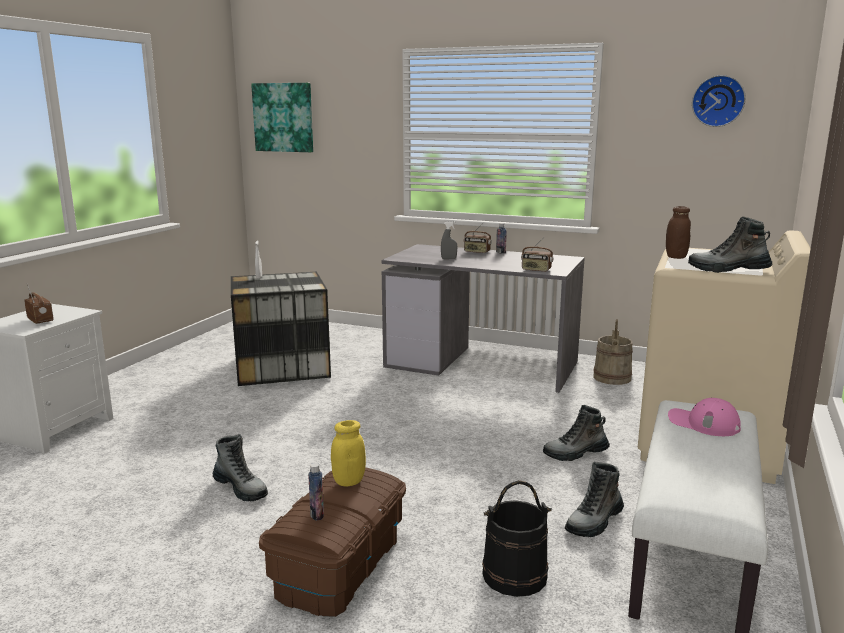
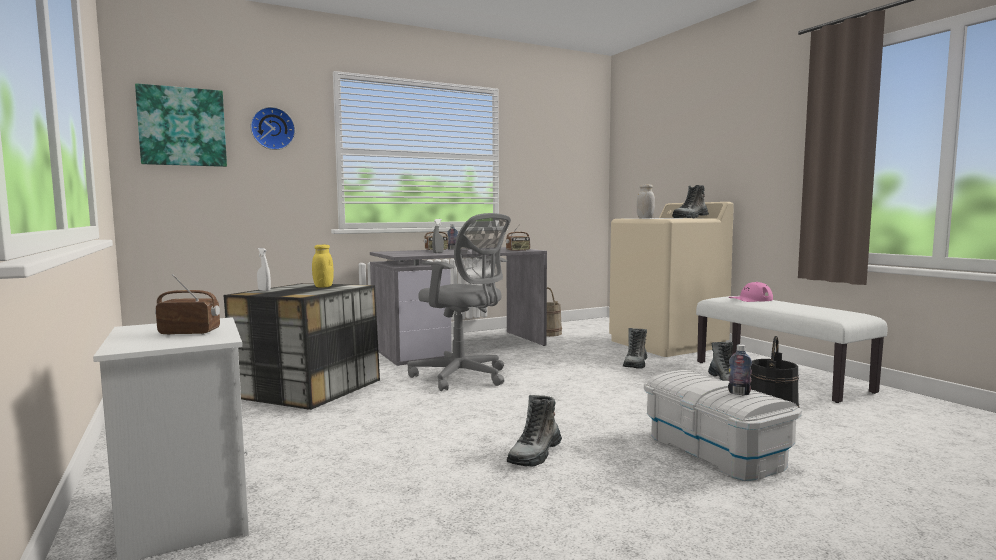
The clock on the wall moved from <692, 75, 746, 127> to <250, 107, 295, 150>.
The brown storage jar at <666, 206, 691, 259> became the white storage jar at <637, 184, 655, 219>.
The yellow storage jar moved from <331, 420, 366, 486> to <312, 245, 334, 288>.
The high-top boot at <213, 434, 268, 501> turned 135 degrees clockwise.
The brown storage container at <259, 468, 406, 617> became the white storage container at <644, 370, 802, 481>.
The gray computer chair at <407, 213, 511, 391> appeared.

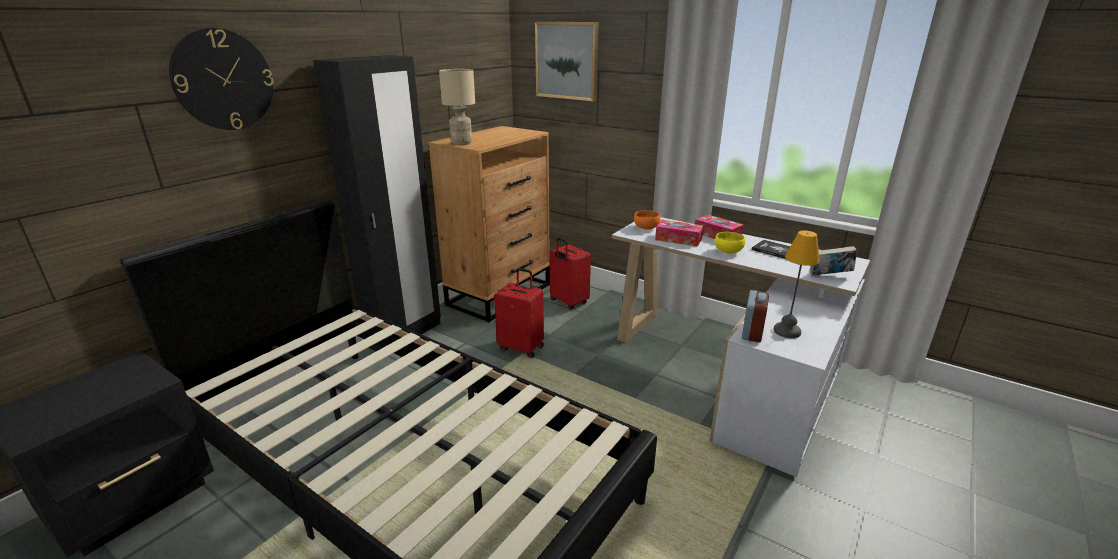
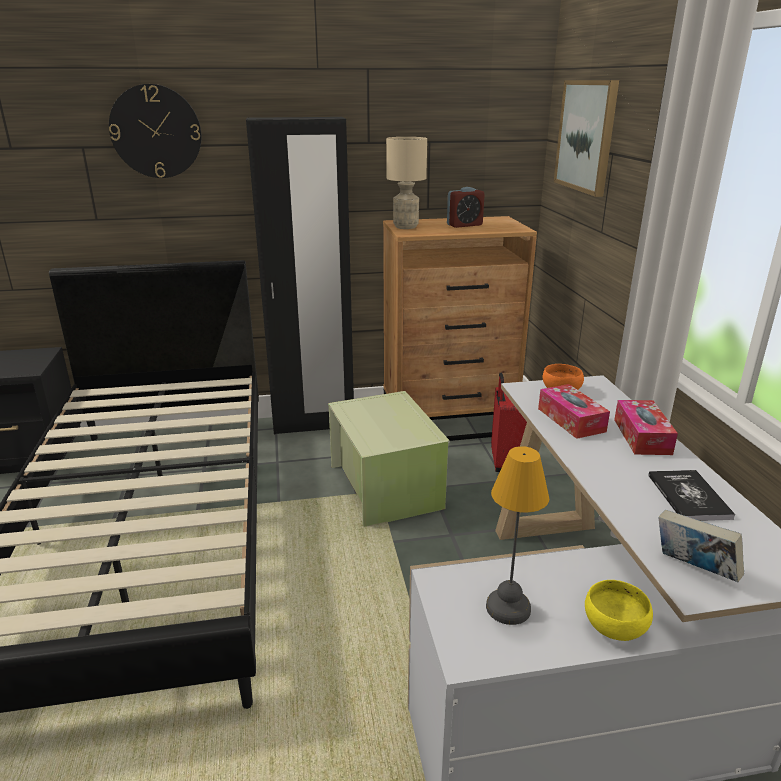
The yellow deep dish moved from <715, 232, 745, 254> to <585, 580, 653, 641>.
The red suitcase at <494, 268, 544, 358> was replaced by the green storage container at <328, 391, 450, 527>.
The alarm clock moved from <742, 290, 769, 343> to <447, 187, 485, 228>.

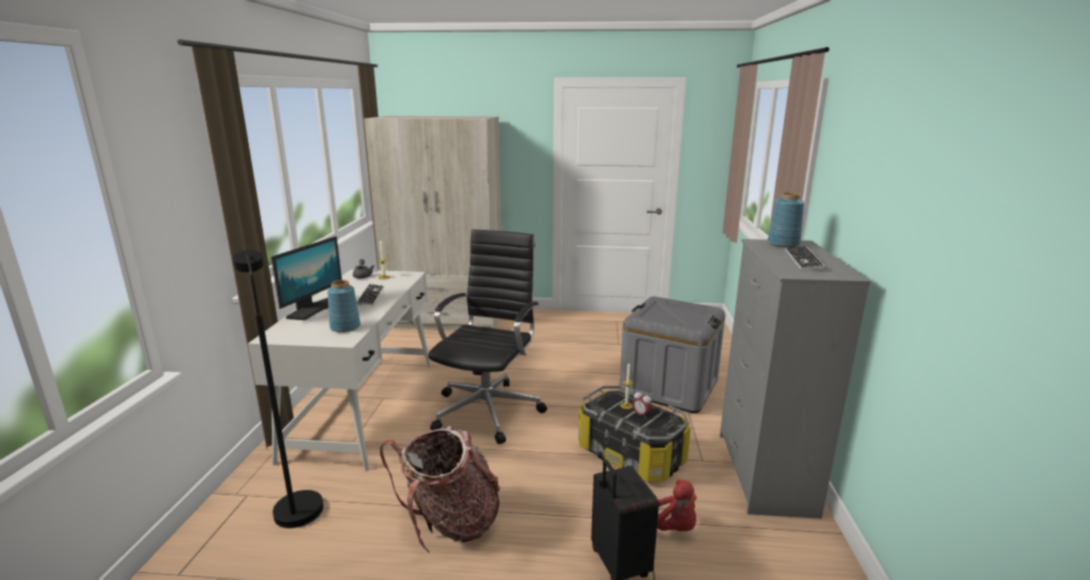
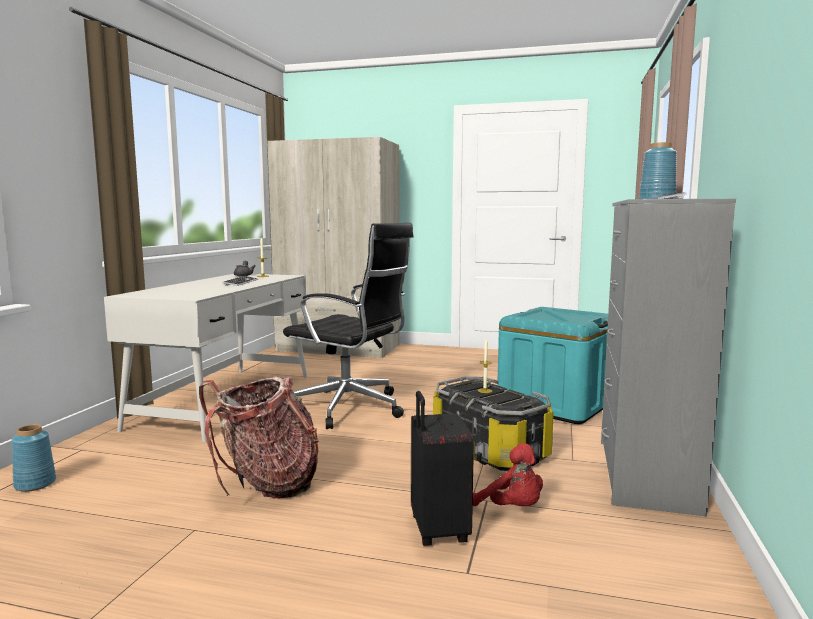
The black-coloured computer chair at <428, 229, 547, 444> turned 90 degrees clockwise.
The computer display at <271, 236, 342, 320> disappeared.
The black-coloured standard lamp at <233, 250, 323, 528> disappeared.
The bluish flower vase moved from <327, 280, 360, 332> to <11, 424, 56, 492>.
The gray storage container at <619, 296, 725, 413> became the turquoise-coloured storage container at <497, 307, 608, 424>.
The alarm clock at <632, 391, 652, 419> disappeared.

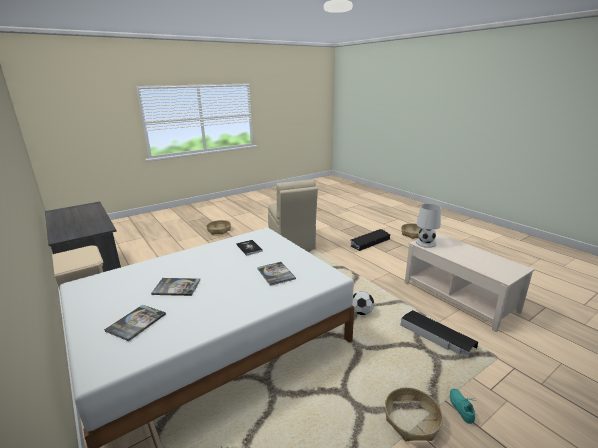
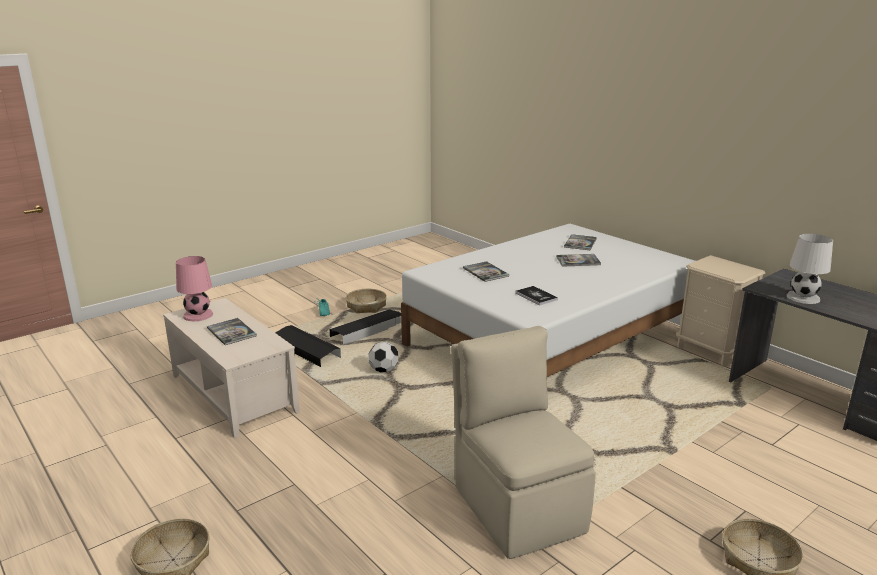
The white lamp for a table moved from <416, 204, 441, 248> to <787, 234, 833, 304>.
The black-coloured storage container moved from <351, 229, 390, 251> to <330, 309, 401, 345>.
The pink-coloured lamp for a table at <176, 256, 213, 321> appeared.
The volume at <207, 318, 257, 345> appeared.

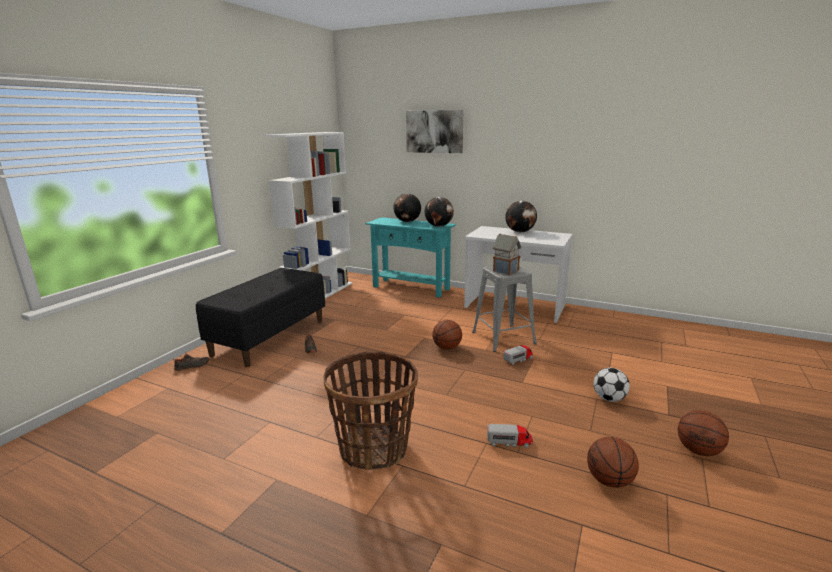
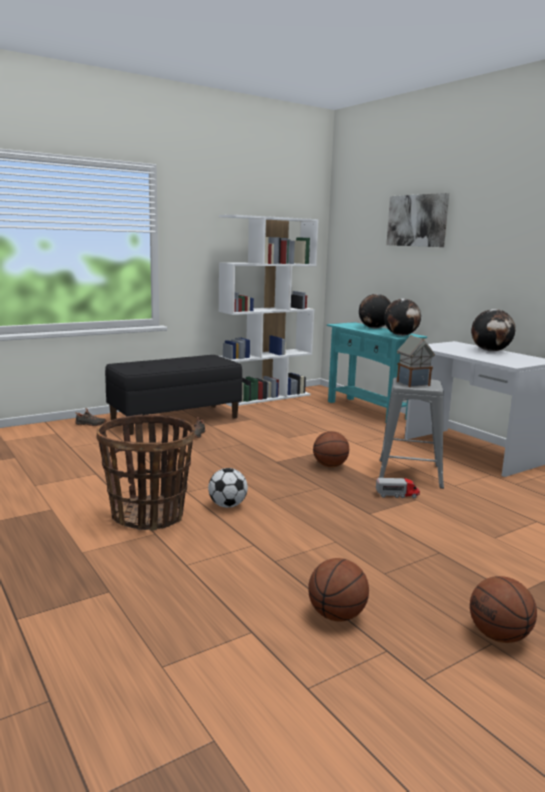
The football ball moved from <593, 368, 630, 402> to <208, 468, 248, 508>.
The toy truck at <487, 424, 533, 448> disappeared.

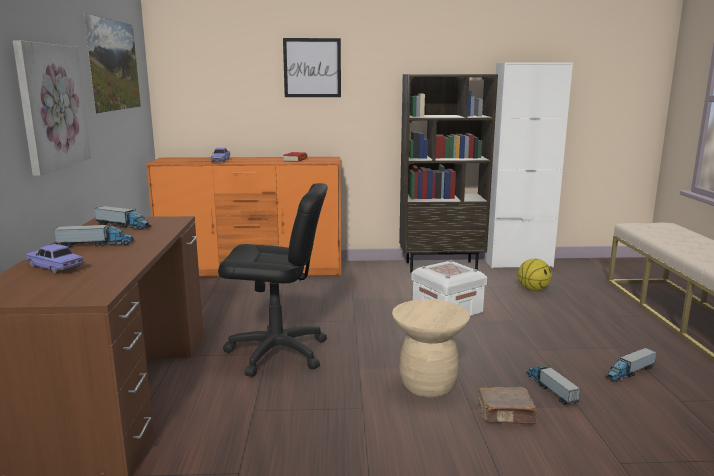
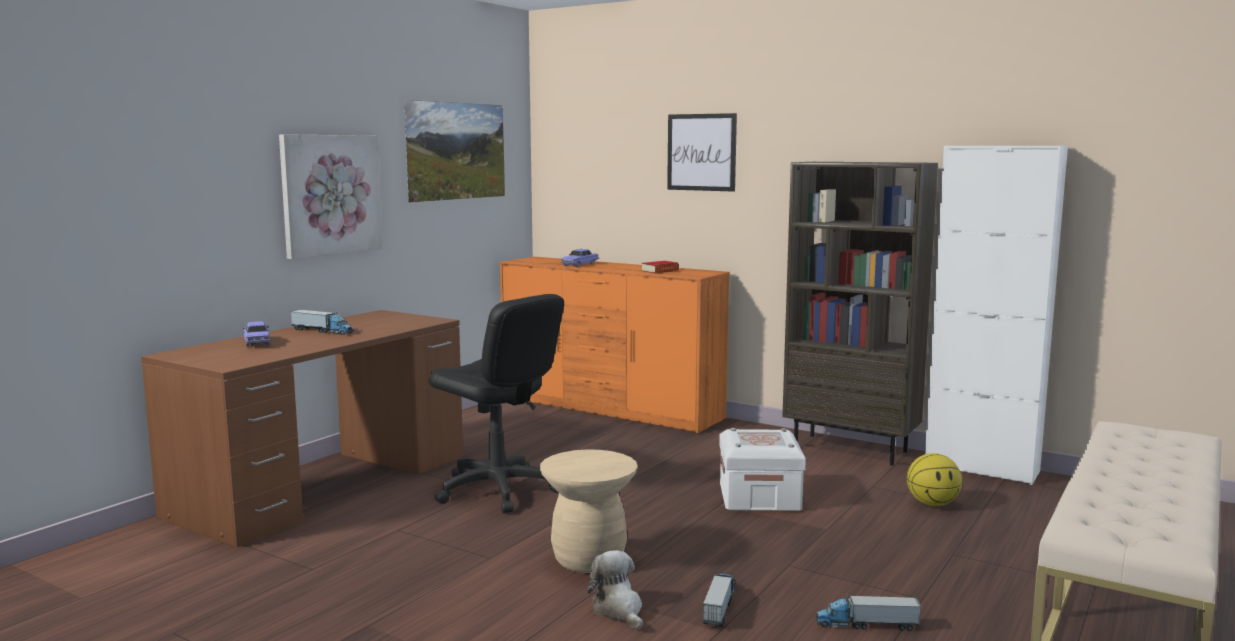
The toy truck at <94, 206, 151, 230> disappeared.
The brown volume at <478, 387, 538, 424> was replaced by the cuddly toy at <588, 550, 643, 629>.

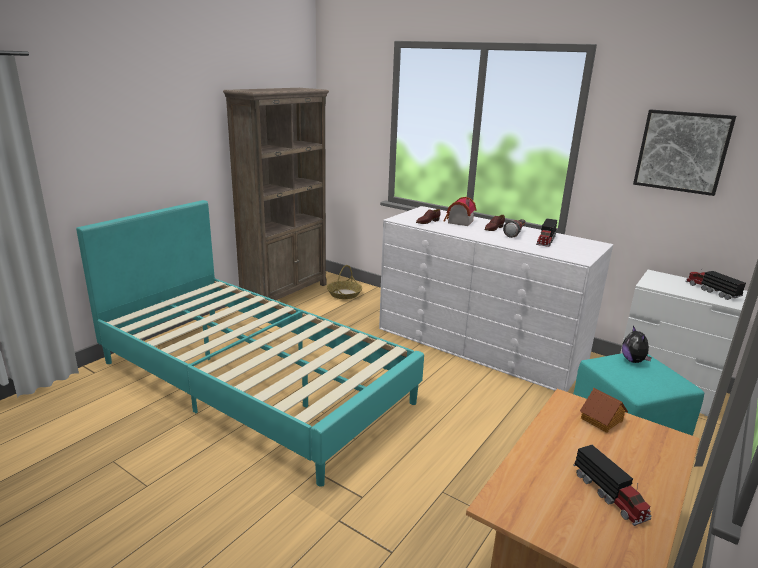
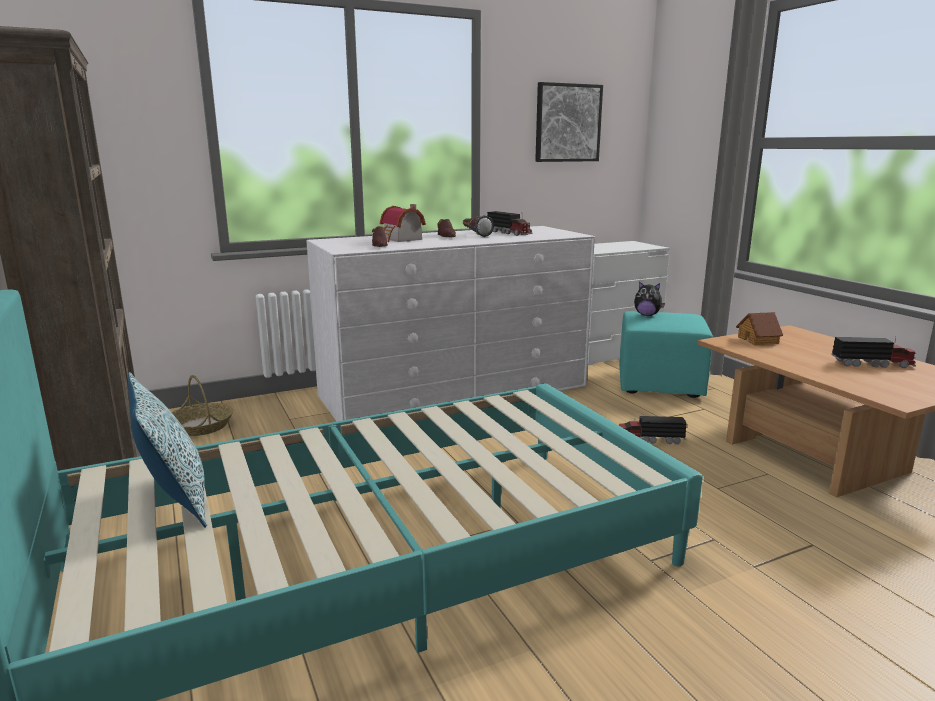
The toy truck moved from <685, 268, 746, 300> to <619, 416, 687, 444>.
The throw pillow at <128, 372, 207, 528> appeared.

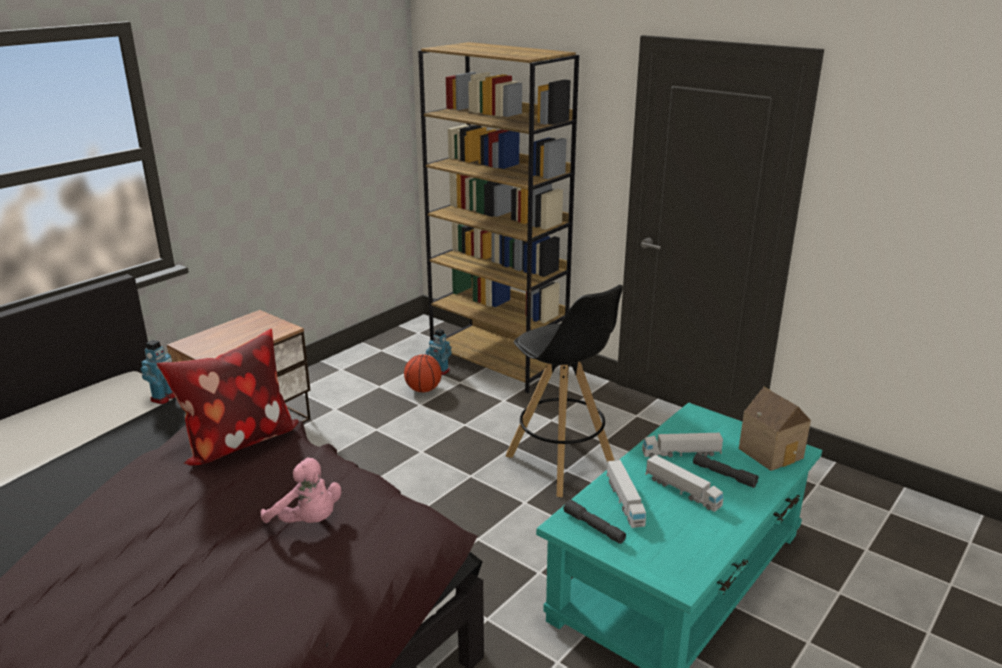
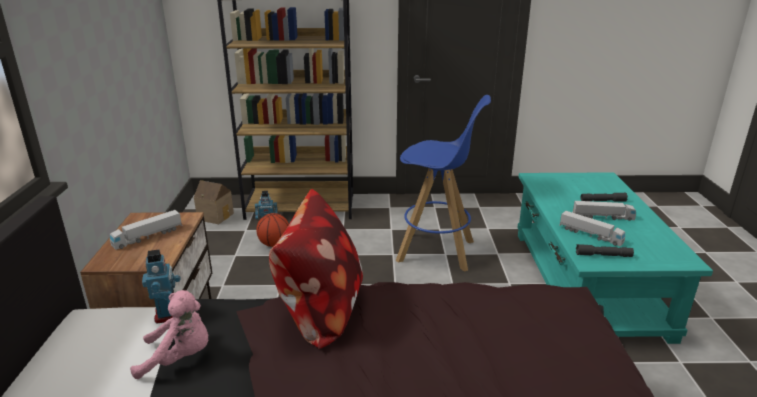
The black-coloured stool seat at <506, 285, 623, 497> became the bluish stool seat at <396, 95, 491, 272>.
The toy house moved from <739, 387, 811, 471> to <194, 180, 234, 224>.
The toy truck moved from <642, 433, 723, 458> to <110, 210, 183, 250>.
The pink-coloured cuddly toy moved from <261, 458, 341, 523> to <130, 290, 208, 379>.

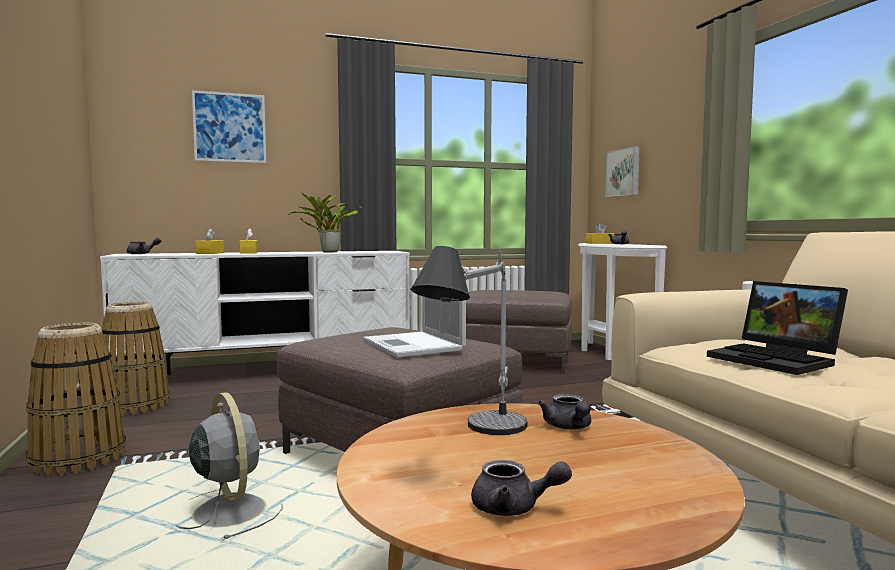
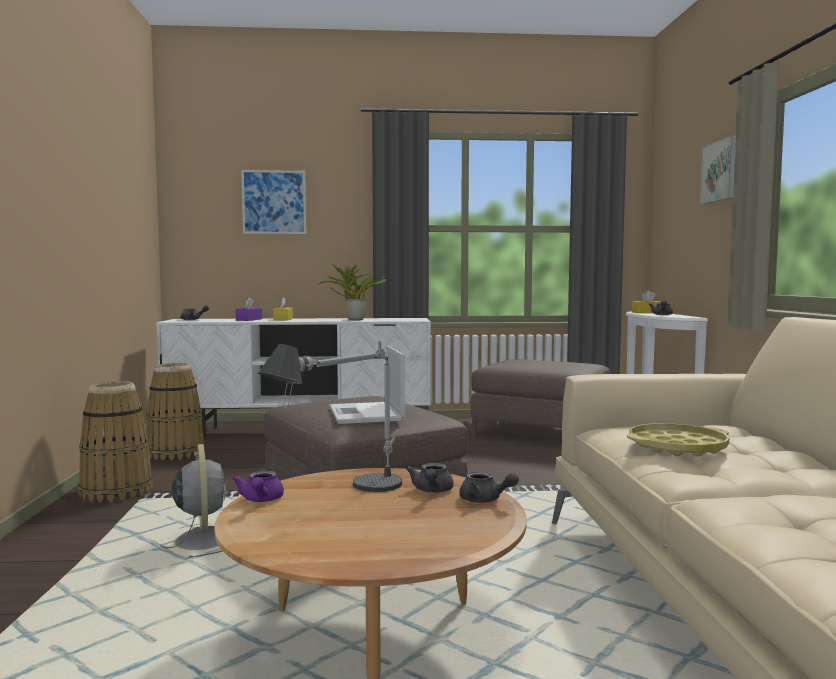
The wall art moved from <605, 146, 640, 197> to <700, 135, 736, 204>.
The yellow tissue box at <195, 228, 224, 254> became the purple-coloured tissue box at <235, 297, 262, 321>.
The notebook computer at <707, 281, 848, 375> was replaced by the yellow carrying tray at <627, 423, 729, 456>.
The gray teapot moved from <471, 460, 572, 516> to <459, 471, 519, 503>.
The purple-coloured teapot at <232, 470, 284, 502> appeared.

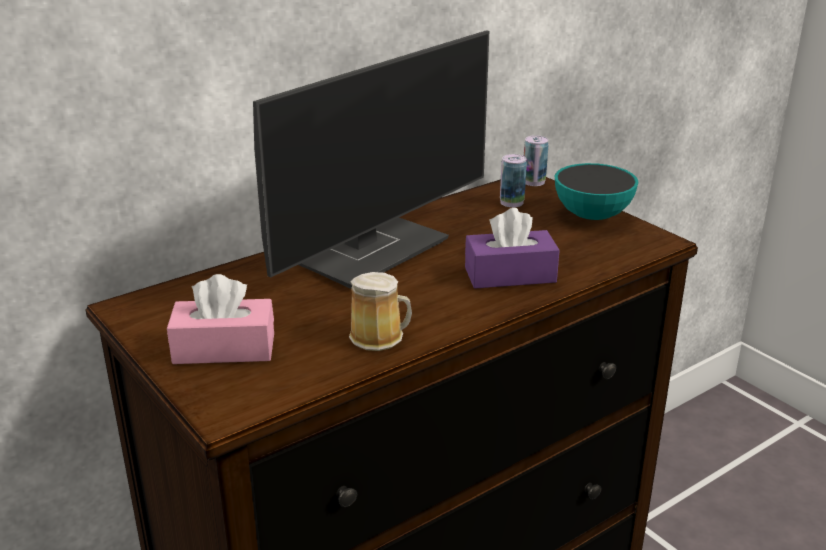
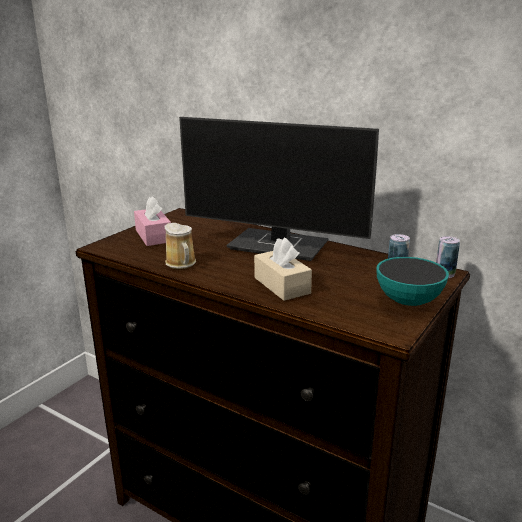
The purple-coloured tissue box at <465, 208, 560, 289> became the beige-coloured tissue box at <254, 238, 312, 301>.

